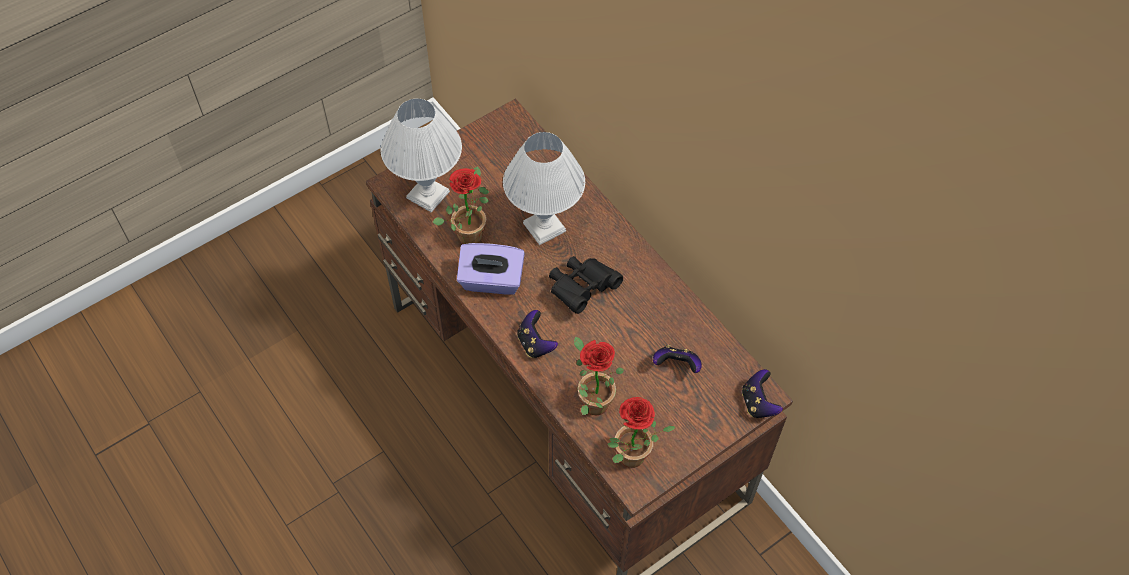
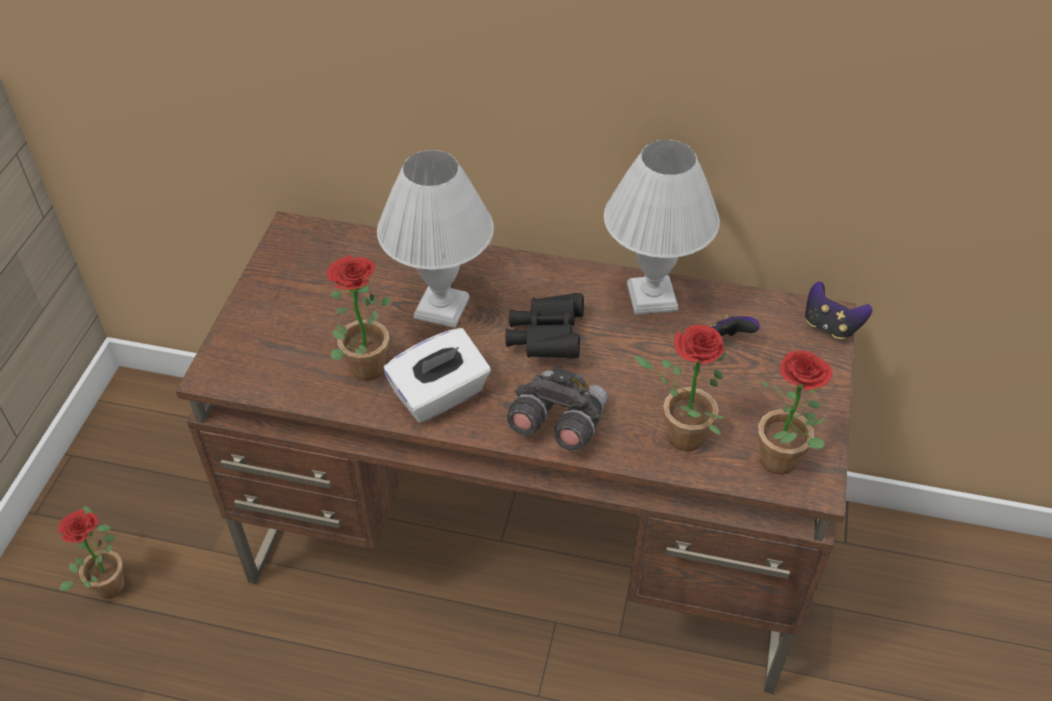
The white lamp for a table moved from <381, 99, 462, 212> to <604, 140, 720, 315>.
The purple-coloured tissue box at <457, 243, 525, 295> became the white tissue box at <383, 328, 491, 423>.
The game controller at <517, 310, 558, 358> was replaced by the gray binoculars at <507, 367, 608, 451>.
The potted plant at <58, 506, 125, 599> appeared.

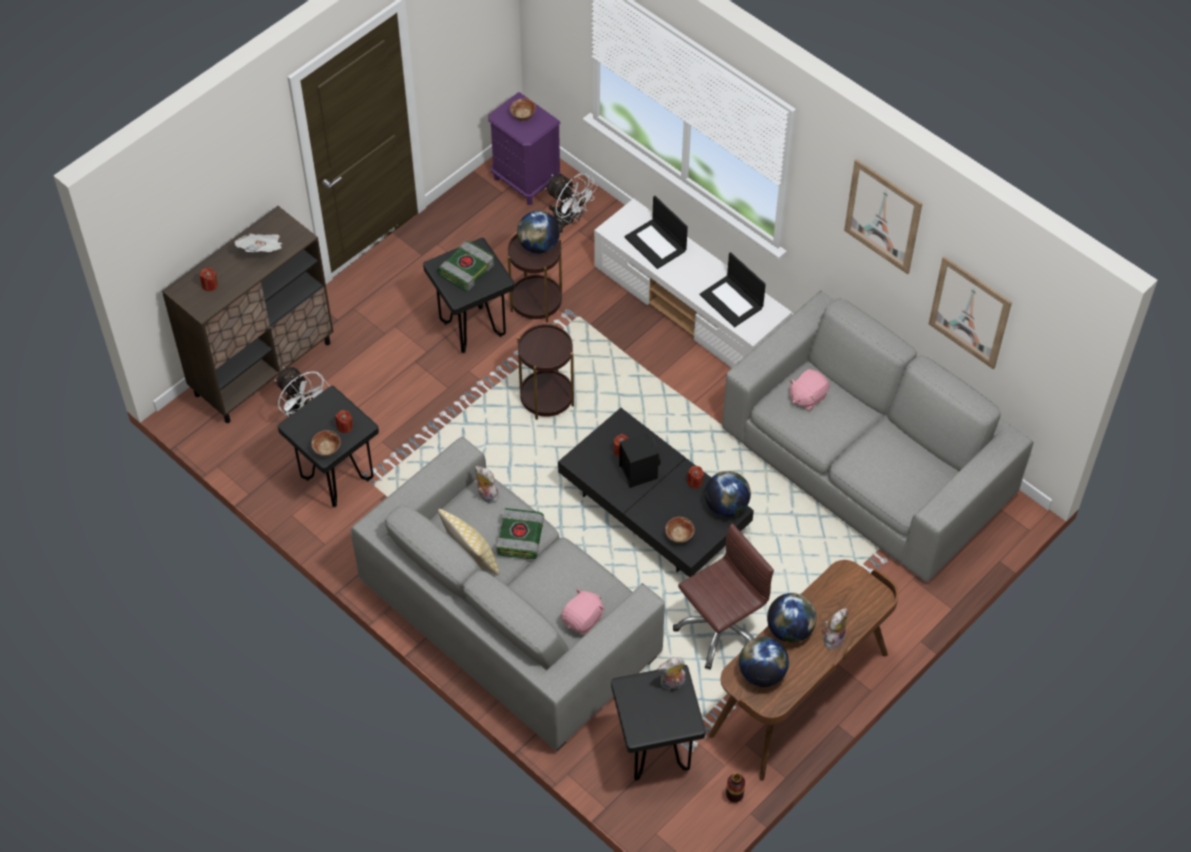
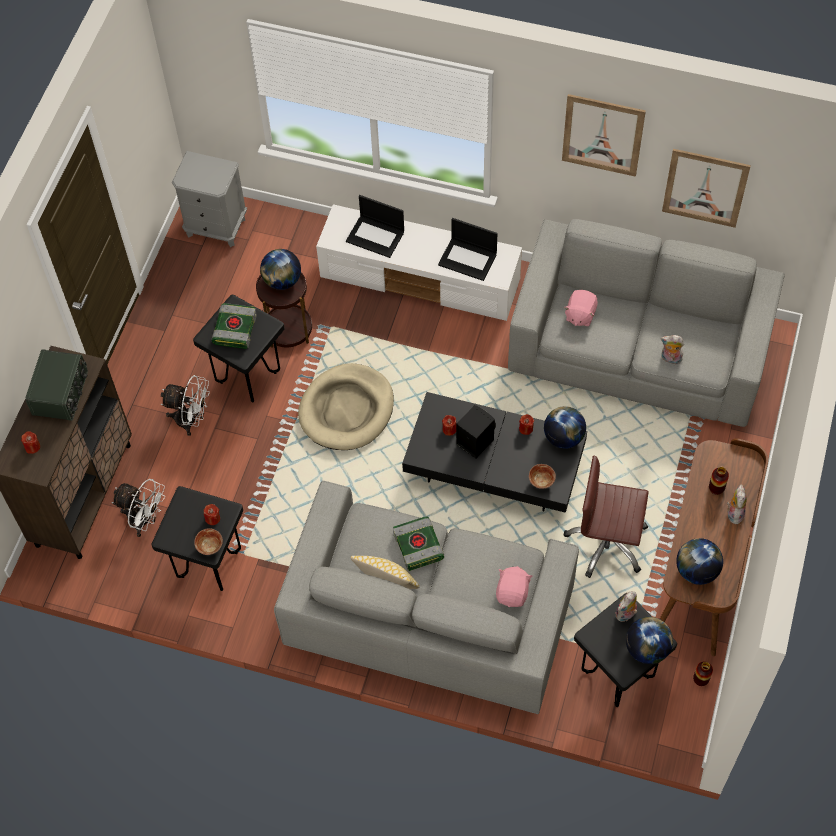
The purple-coloured night table at <488, 92, 562, 205> became the gray night table at <172, 151, 247, 247>.
The deep dish at <510, 99, 536, 121> disappeared.
The white electric fan moved from <545, 173, 597, 233> to <161, 375, 210, 436>.
The printed paper at <235, 234, 282, 252> was replaced by the radio receiver at <25, 349, 88, 421>.
The brown side table at <517, 323, 574, 420> was replaced by the beige-coloured dog bed at <298, 363, 394, 450>.
The cuddly toy moved from <475, 466, 499, 503> to <661, 335, 684, 364>.
The brown computer chair at <673, 523, 774, 670> turned 105 degrees counterclockwise.
The world globe moved from <767, 593, 817, 643> to <626, 617, 673, 664>.
The flower vase at <709, 467, 729, 495> appeared.

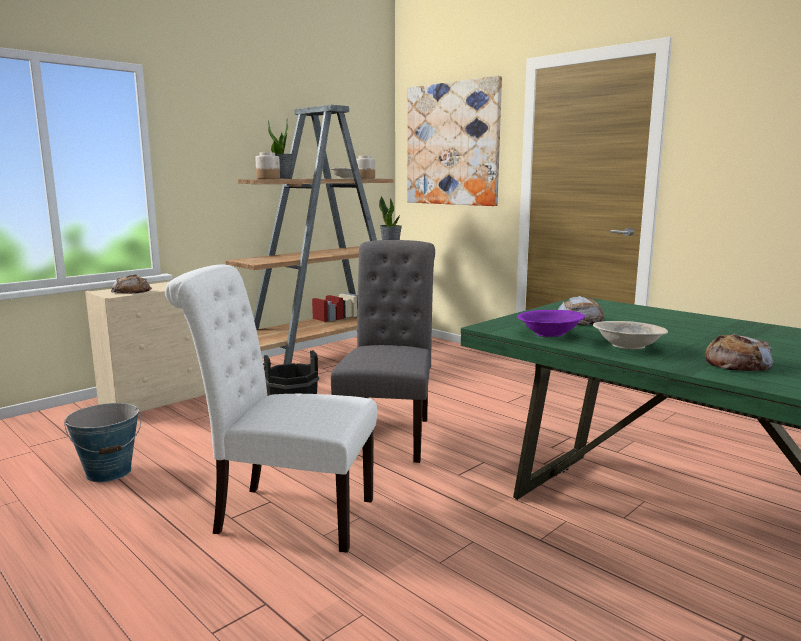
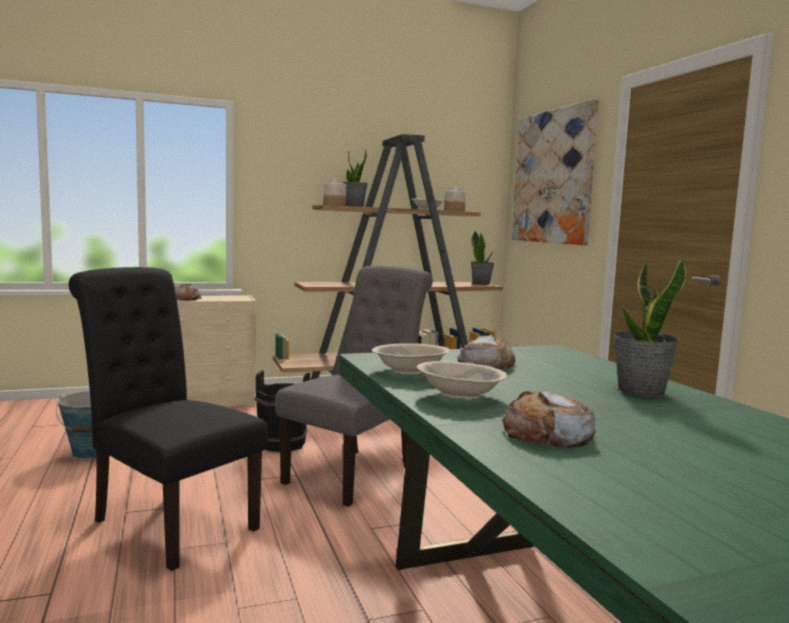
The white chair at <165, 265, 377, 553> became the black-coloured chair at <69, 267, 268, 571>.
The purple-coloured deep dish at <517, 310, 585, 337> became the beige-coloured deep dish at <372, 343, 450, 374>.
The potted plant at <613, 257, 687, 397> appeared.

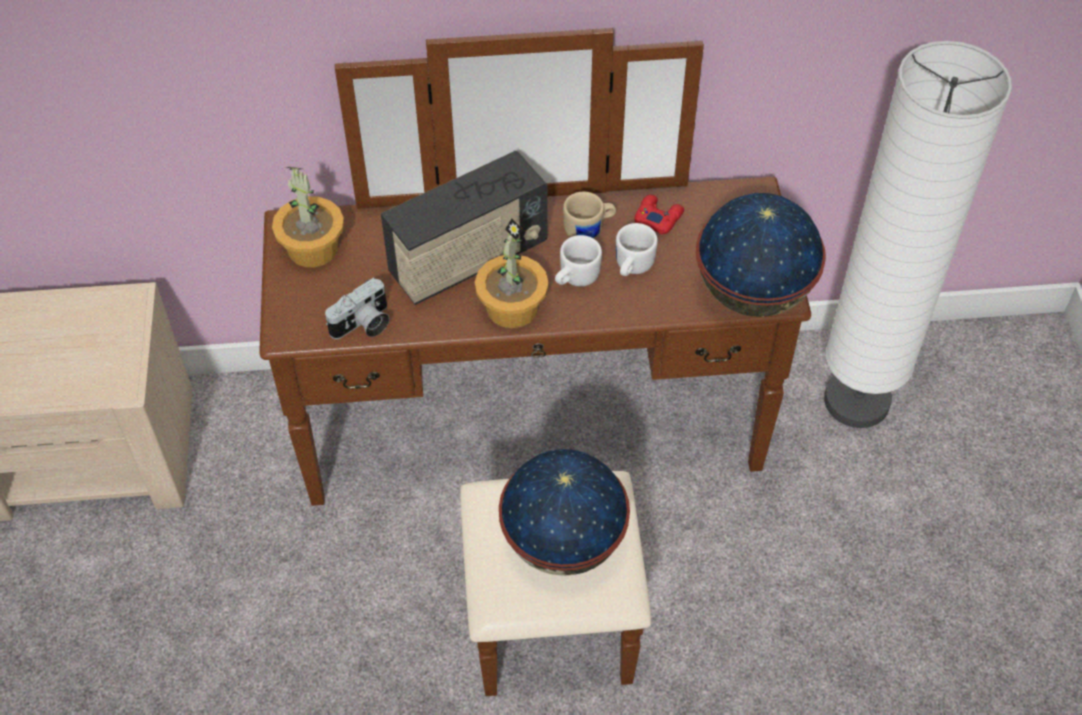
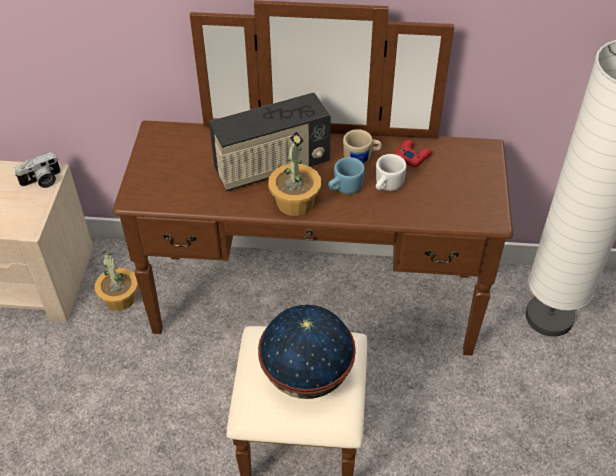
The potted plant moved from <272, 167, 344, 267> to <95, 252, 138, 311>.
The world globe at <696, 193, 826, 317> disappeared.
The white mug at <555, 235, 602, 287> became the bluish mug at <328, 157, 365, 194>.
The still camera moved from <325, 278, 390, 339> to <14, 152, 61, 188>.

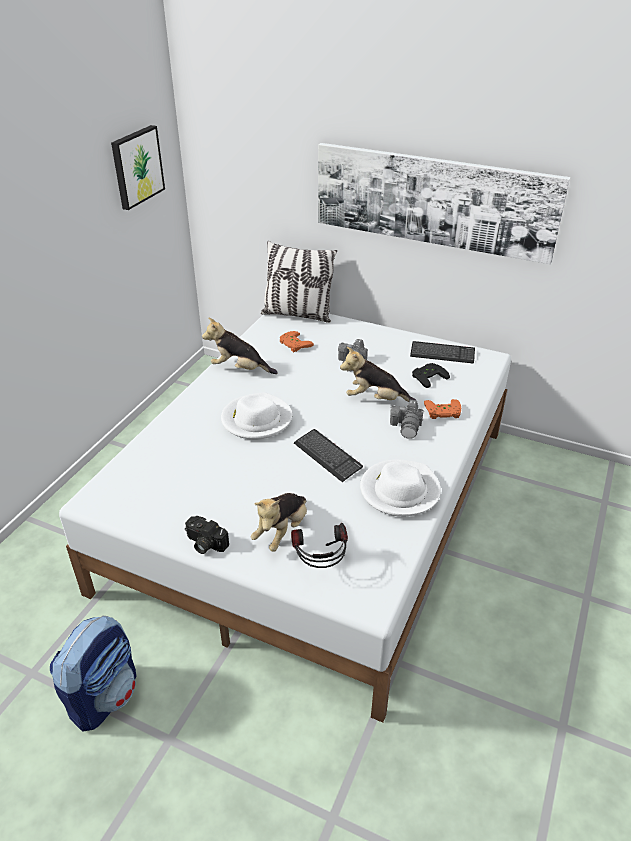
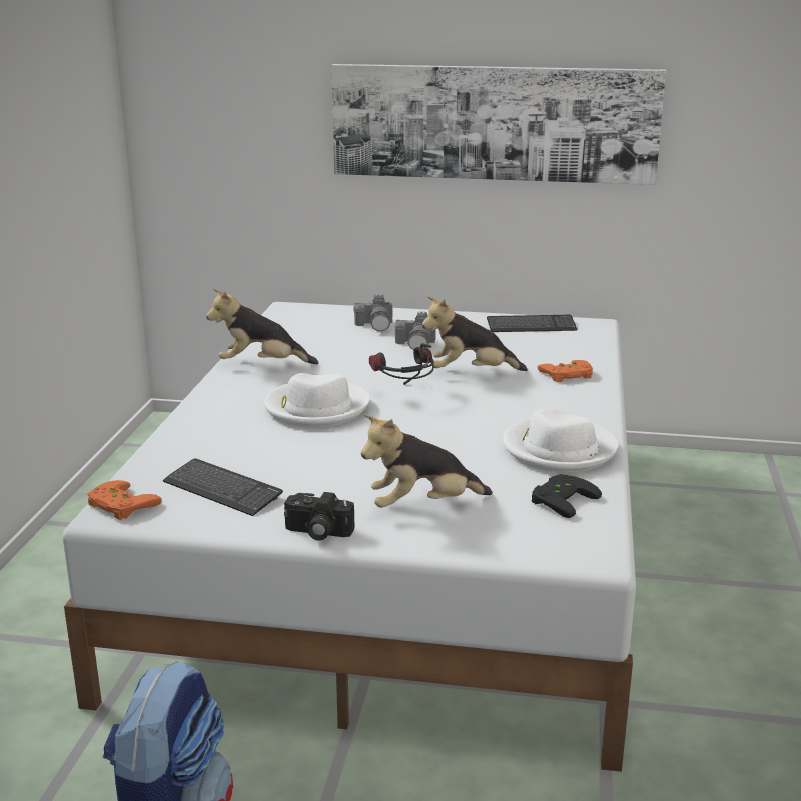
The wall art at <111, 125, 165, 210> disappeared.
The throw pillow at <261, 241, 337, 323> disappeared.
The orangey game controller moved from <280, 331, 314, 352> to <87, 480, 162, 520>.
The black-coloured game controller moved from <412, 363, 450, 388> to <532, 474, 602, 518>.
The still camera moved from <390, 400, 424, 439> to <353, 294, 393, 331>.
The PC keyboard moved from <294, 429, 363, 482> to <163, 458, 283, 516>.
The cuddly toy at <251, 493, 307, 552> turned 60 degrees clockwise.
The headphones moved from <291, 523, 348, 568> to <369, 343, 434, 385>.

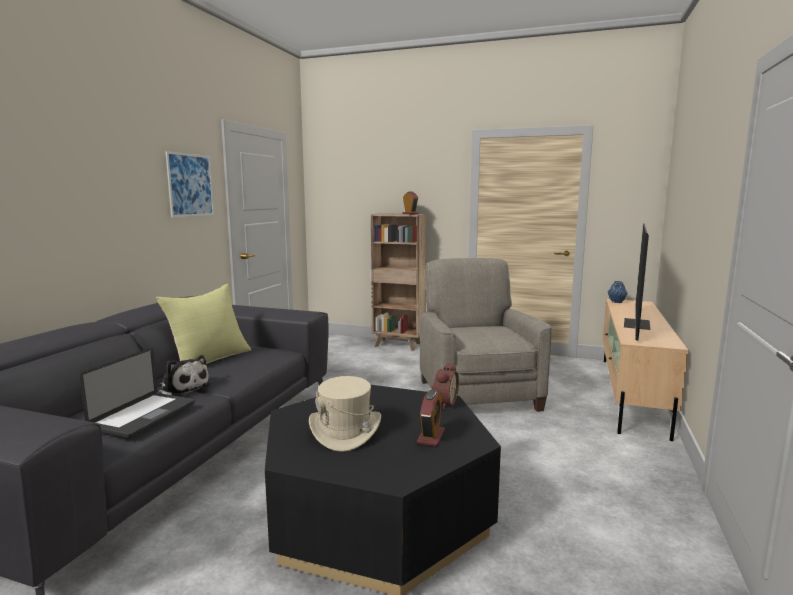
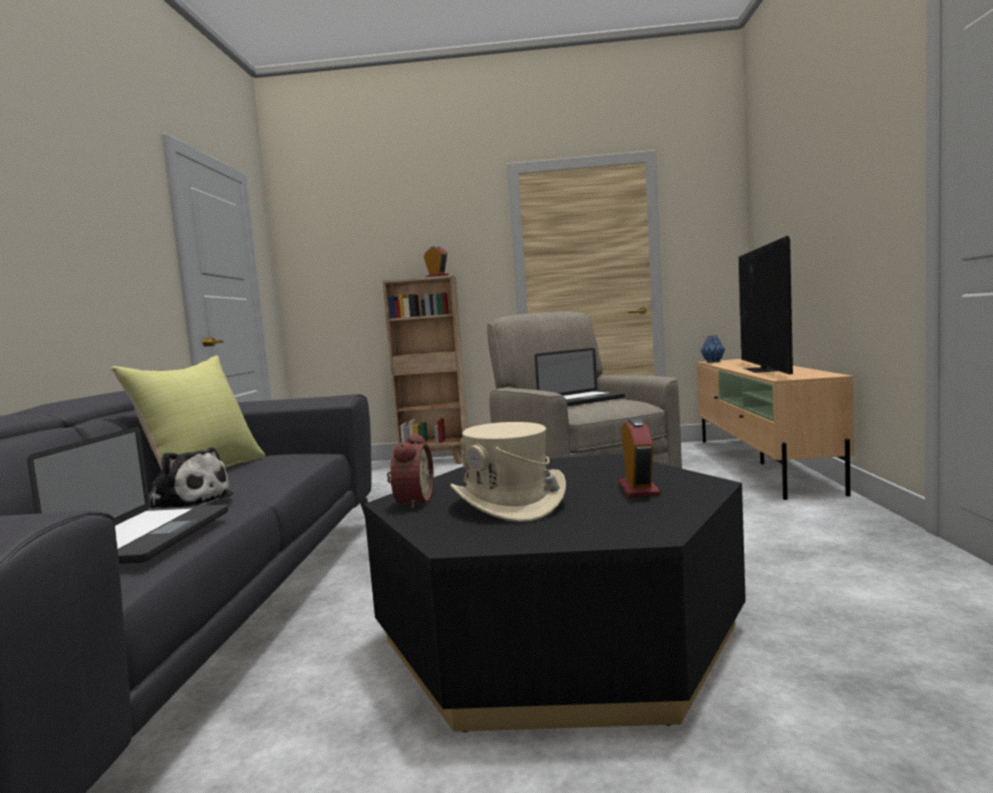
The wall art at <165, 151, 214, 217> disappeared.
The alarm clock moved from <431, 362, 459, 409> to <387, 433, 434, 509>.
The notebook computer at <535, 348, 625, 406> appeared.

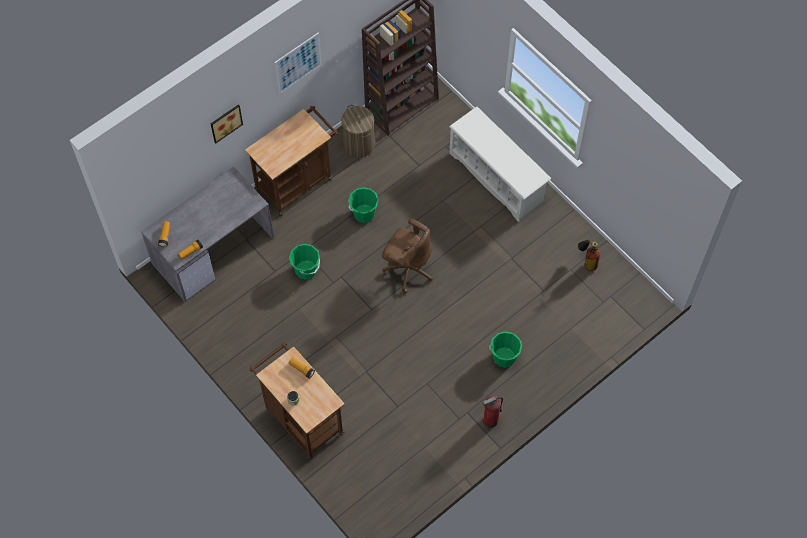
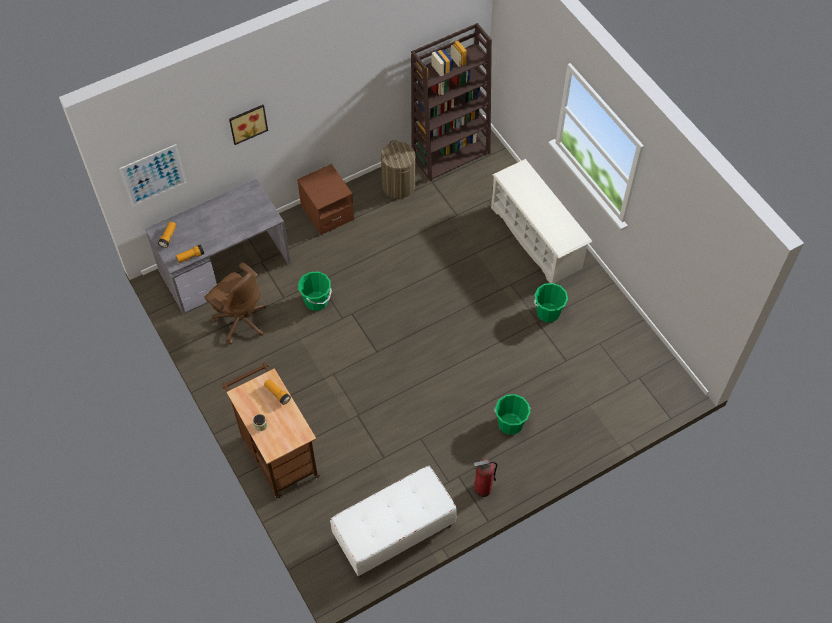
The wall art moved from <275, 33, 322, 94> to <119, 144, 187, 206>.
The brown cart at <245, 106, 338, 216> was replaced by the brown night table at <297, 164, 354, 235>.
The green bucket moved from <348, 187, 379, 223> to <534, 283, 568, 323>.
The brown computer chair moved from <382, 218, 433, 293> to <205, 262, 266, 344>.
The fire-fighting cylinder at <578, 240, 600, 271> disappeared.
The white bench at <330, 466, 457, 578> appeared.

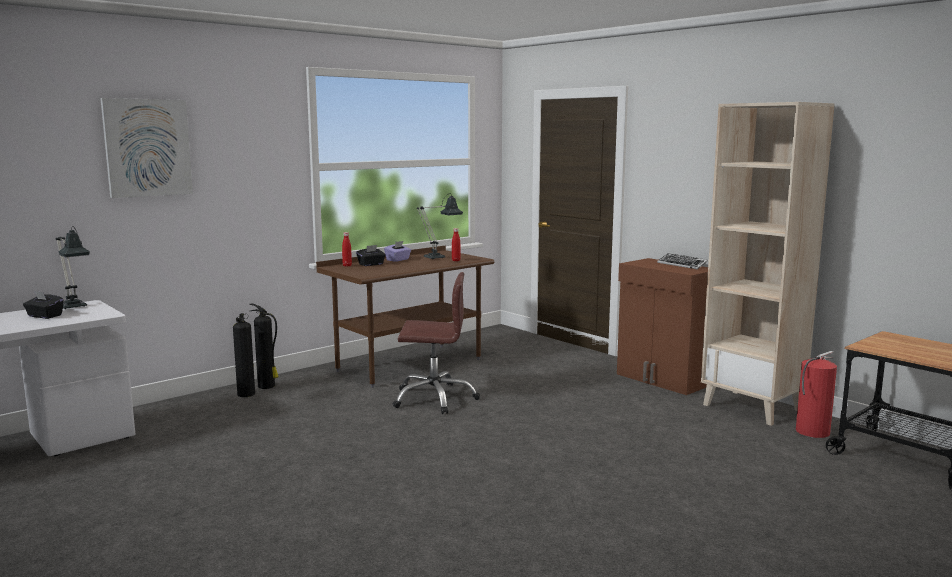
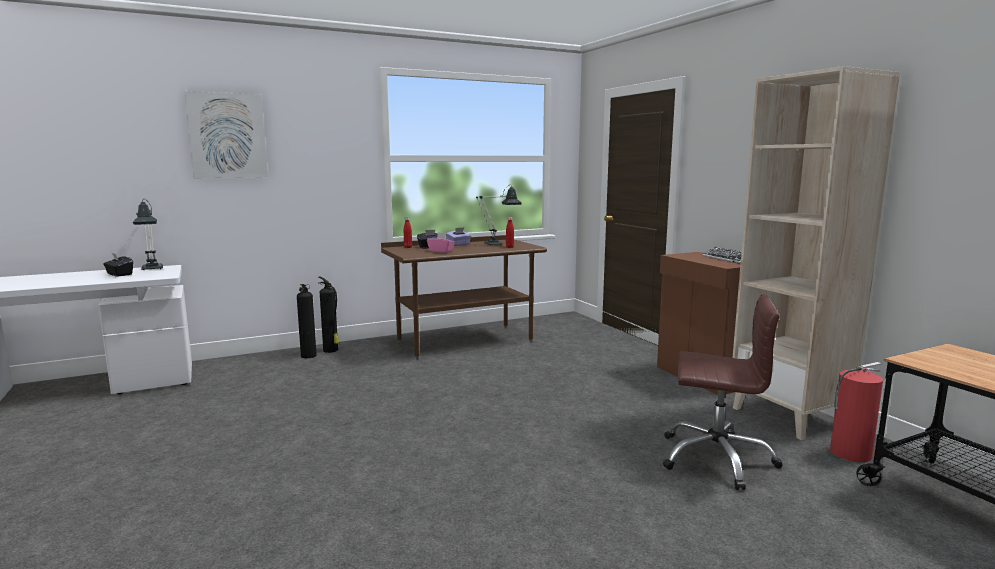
The brown computer chair moved from <393, 272, 480, 414> to <663, 294, 783, 490>.
The pink-coloured tissue box at <427, 232, 455, 253> appeared.

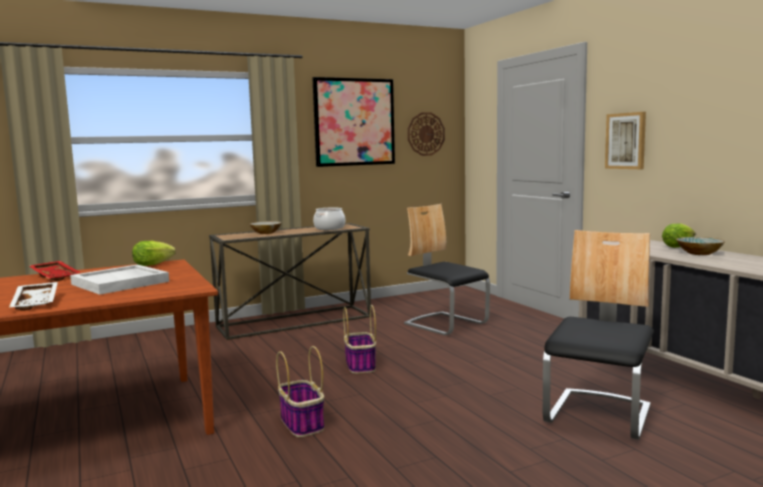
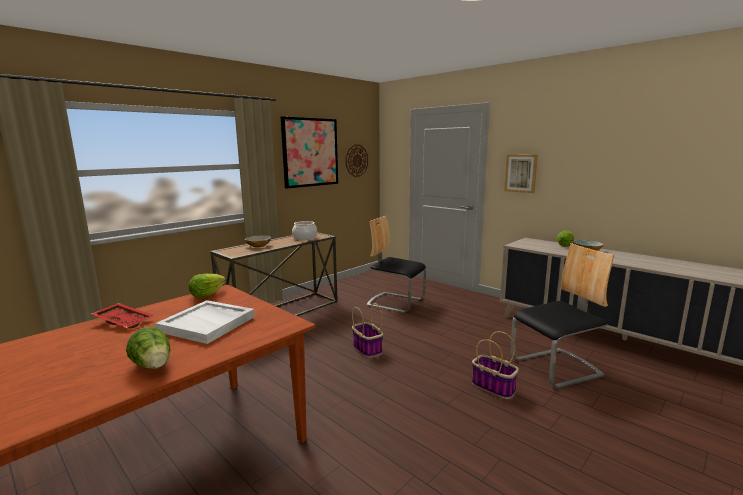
The chair at <543, 230, 654, 440> turned 60 degrees clockwise.
The white carrying tray at <9, 282, 58, 311> was replaced by the head of lettuce at <126, 327, 170, 369>.
The basket moved from <276, 346, 324, 437> to <472, 331, 519, 399>.

